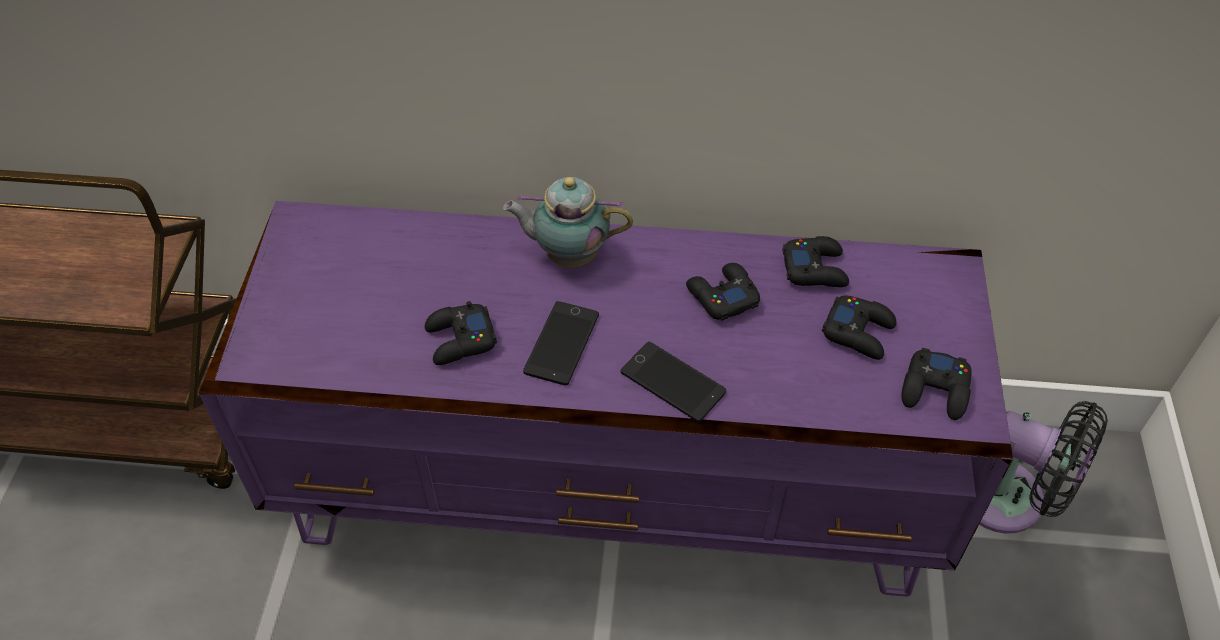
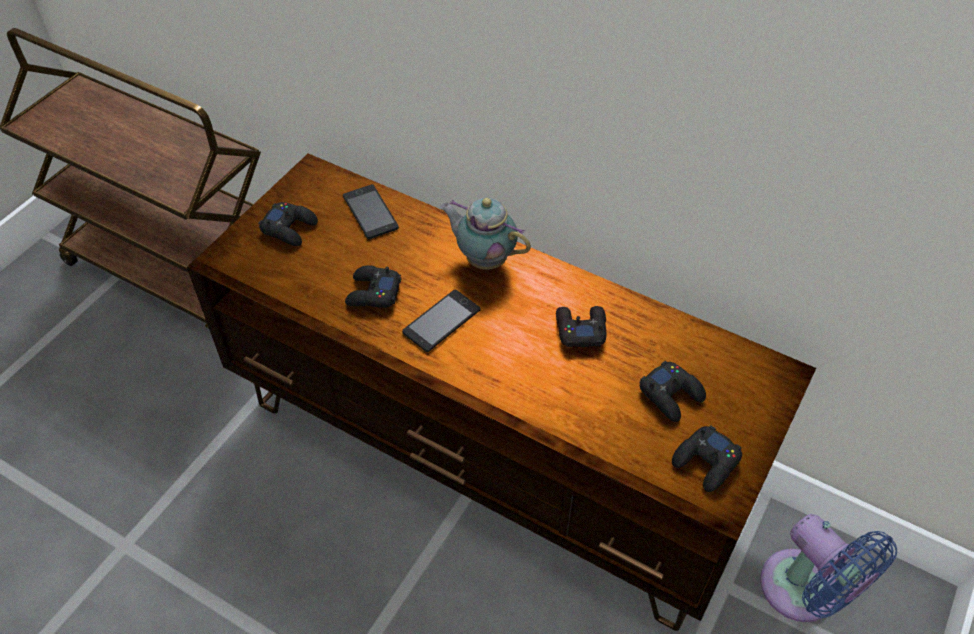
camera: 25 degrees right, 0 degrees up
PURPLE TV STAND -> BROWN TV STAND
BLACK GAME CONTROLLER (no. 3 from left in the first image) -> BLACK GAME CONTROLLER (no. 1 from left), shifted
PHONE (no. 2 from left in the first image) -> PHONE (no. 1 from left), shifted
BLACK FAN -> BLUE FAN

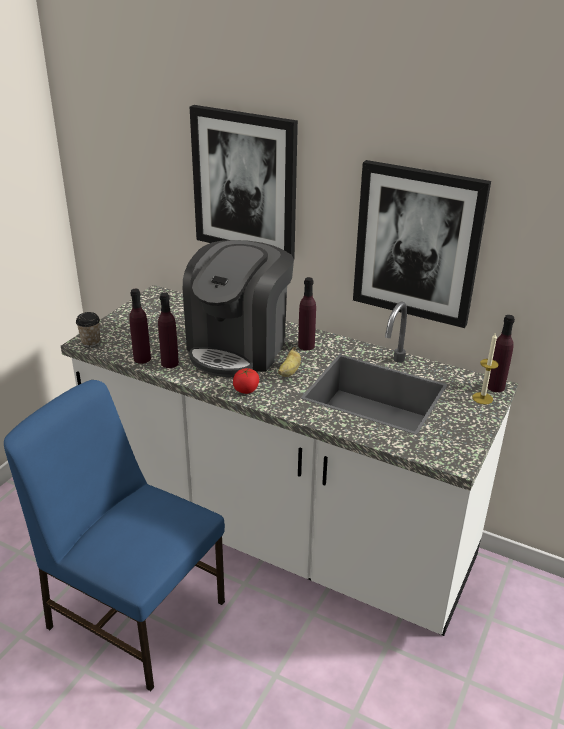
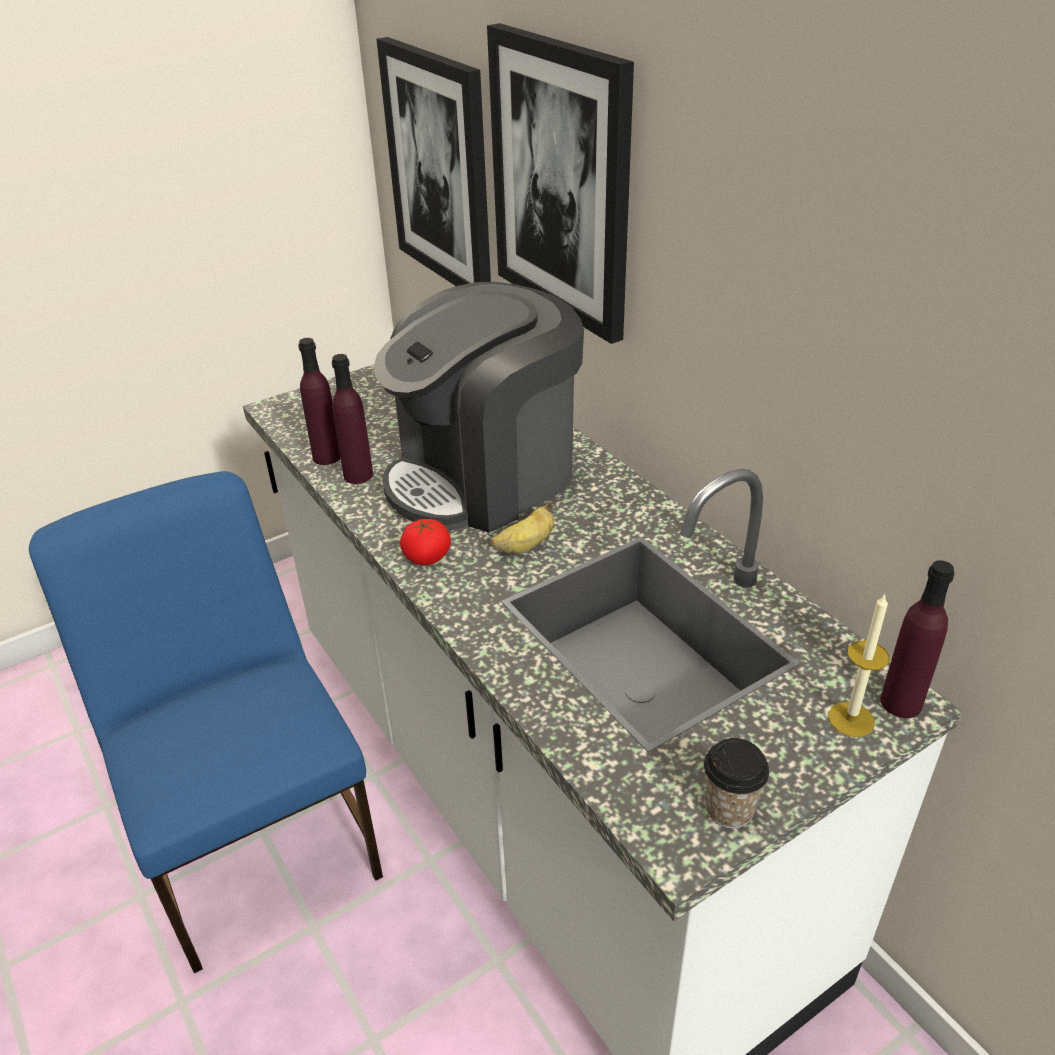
camera: 30 degrees right, 5 degrees up
PICTURE (no. 2 from left in the first image) -> PICTURE (no. 1 from left), shifted
CUP, shifted
PURPLE BOTTLE (no. 3 from left) -> none

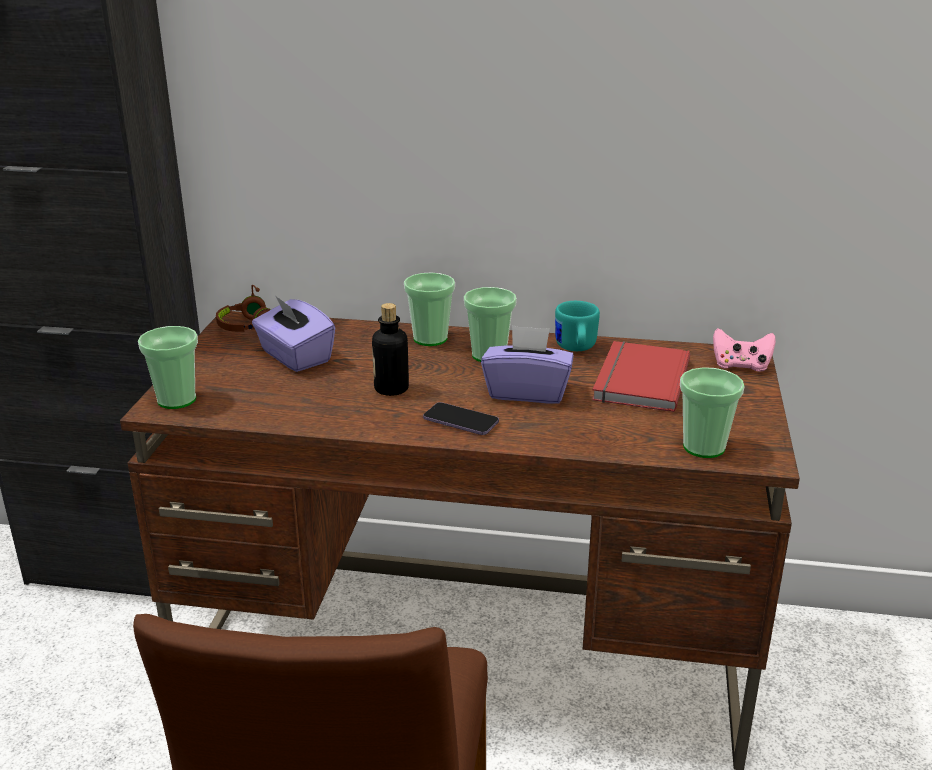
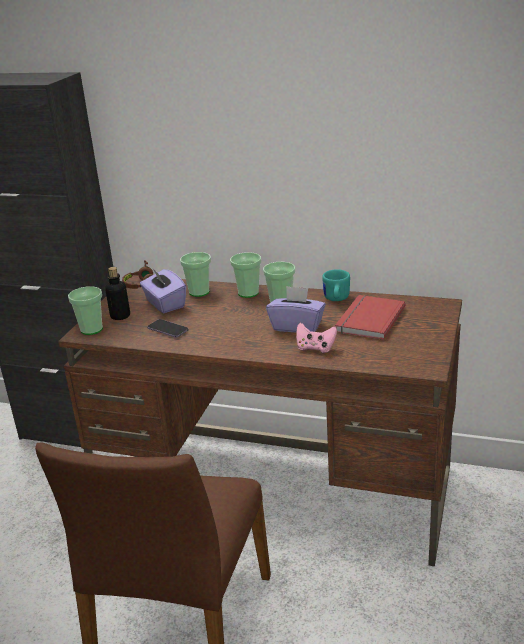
camera: 10 degrees right, 0 degrees up
BOTTLE, shifted
PHONE, shifted
CUP (no. 4 from left in the first image) -> CUP (no. 2 from left), shifted
PINK GAME CONTROLLER, shifted

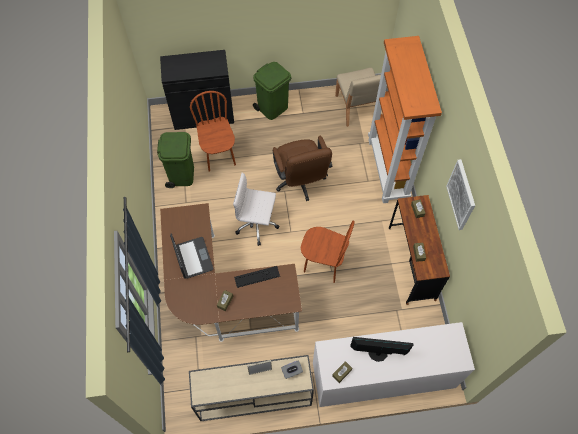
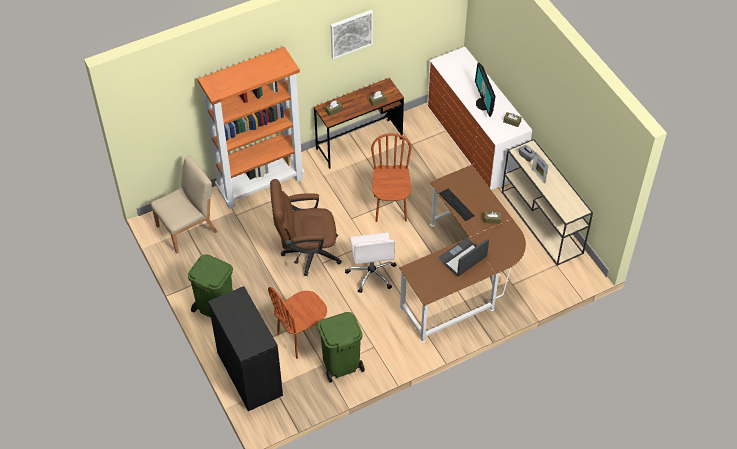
camera: 110 degrees left, 10 degrees down
BROWN OFFICE CHAIR, 150 degrees counterclockwise

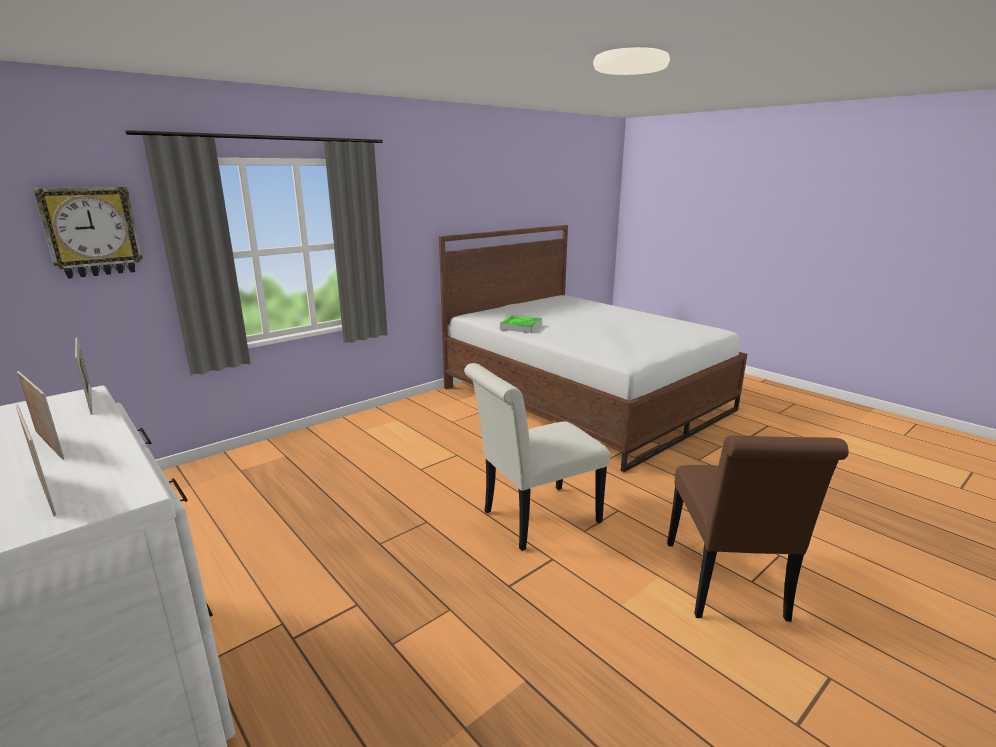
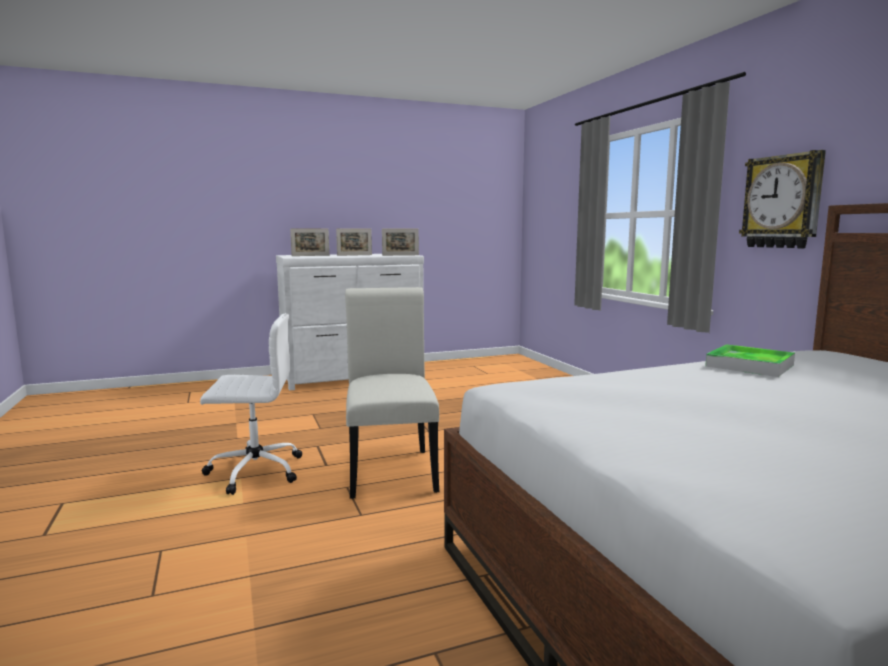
camera: 110 degrees right, 10 degrees down
none -> WHITE OFFICE CHAIR
WALL CLOCK, shifted
BROWN CHAIR -> none

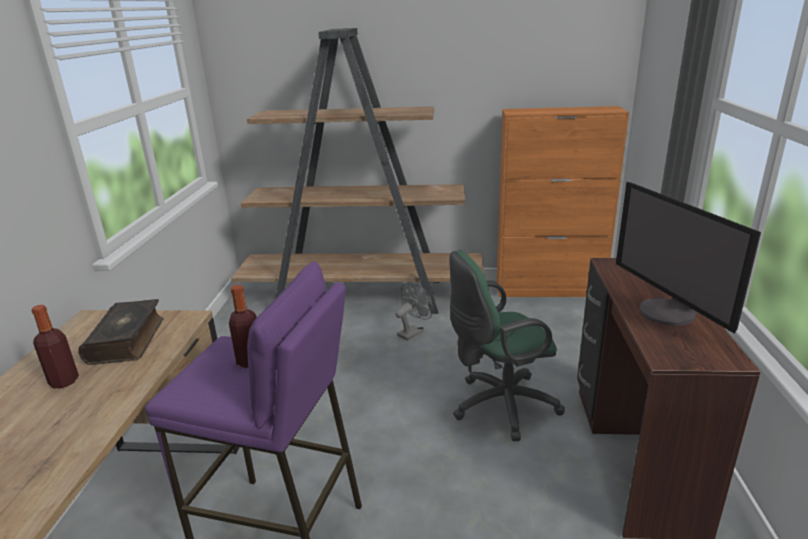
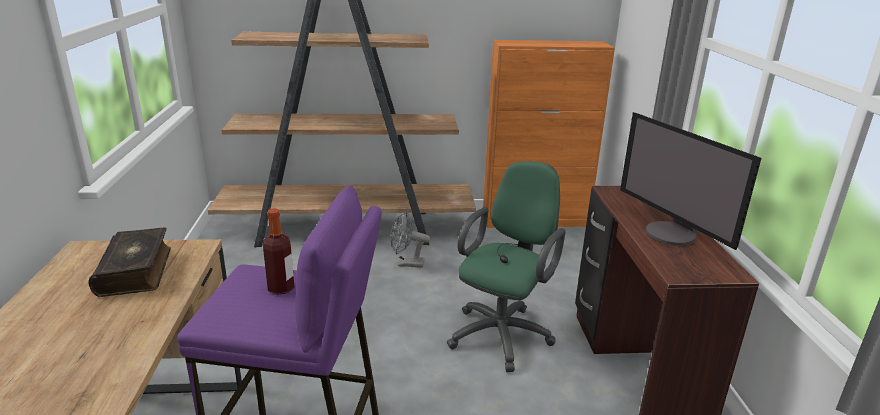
camera: 10 degrees left, 0 degrees up
GREY FAN, 120 degrees counterclockwise
GREEN OFFICE CHAIR, 150 degrees clockwise
BOTTLE (no. 1 from left) -> none

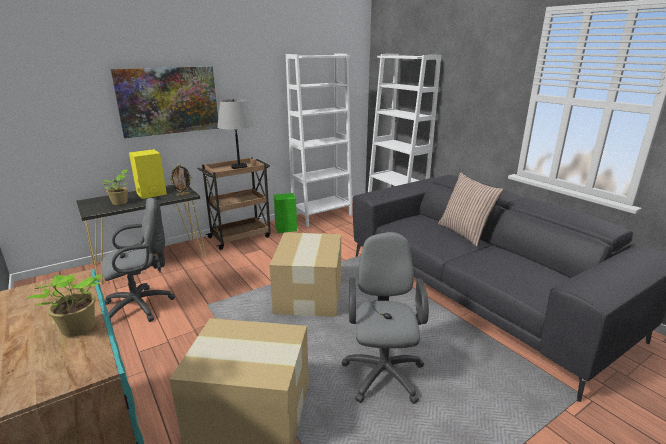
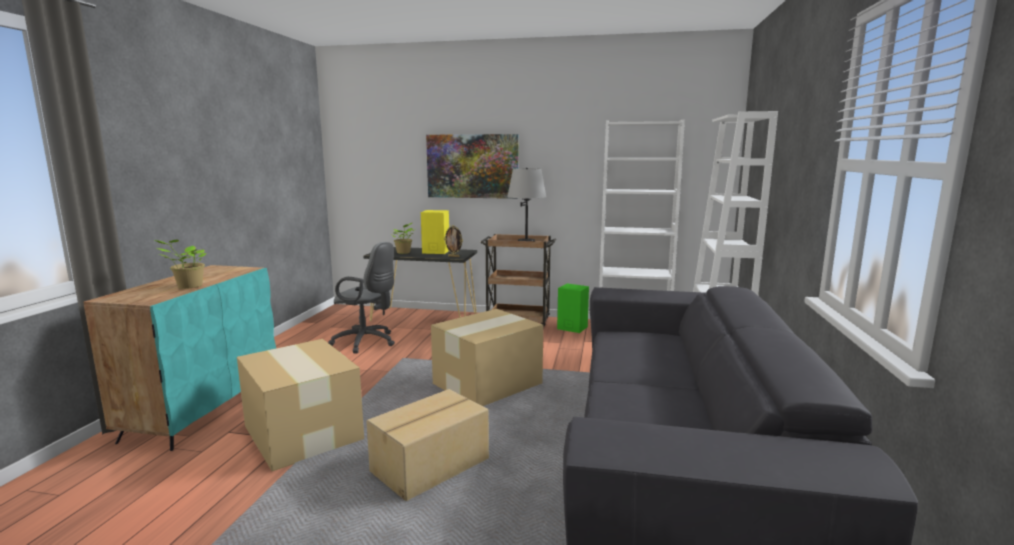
camera: 45 degrees right, 10 degrees down
GREY OFFICE CHAIR (no. 2 from left) -> CARDBOARD BOX (no. 2 from left)
PILLOW -> none

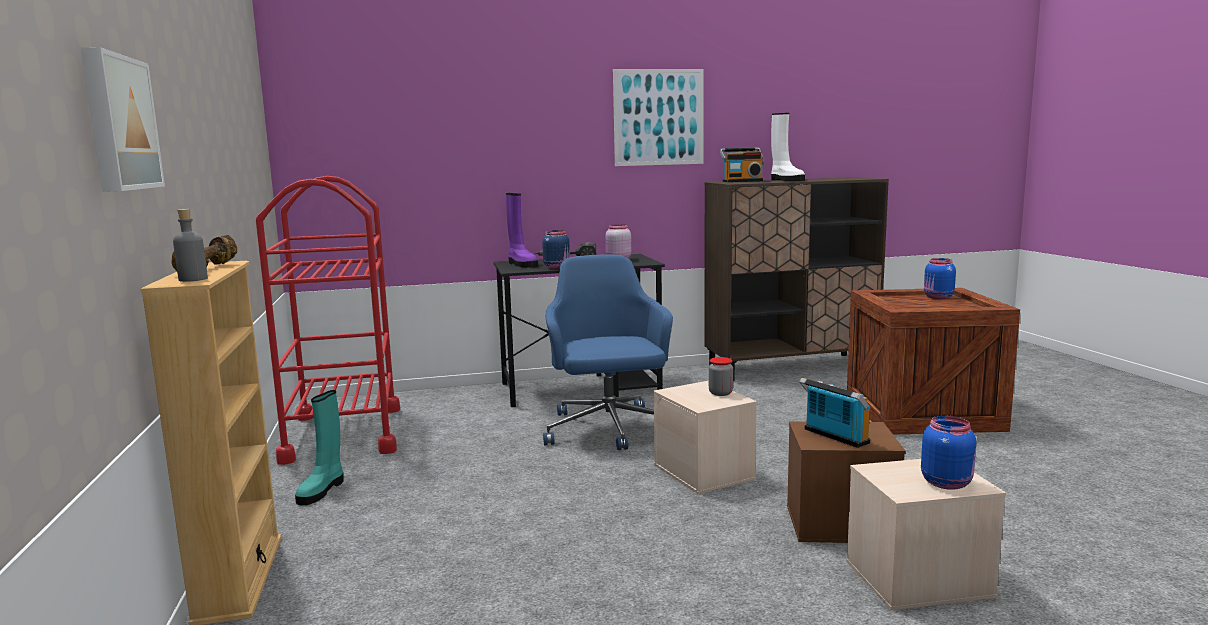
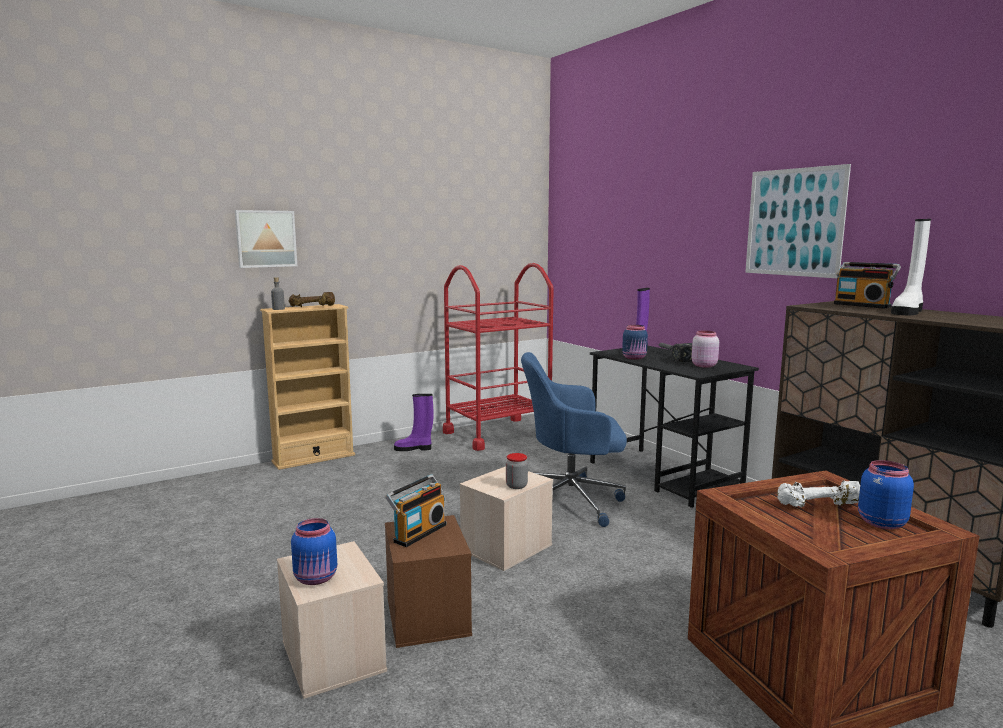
camera: 70 degrees right, 0 degrees up
TURQUOISE BOOT -> PURPLE BOOT (no. 1 from left)
BLUE OFFICE CHAIR, 150 degrees counterclockwise
none -> WHITE DUMBBELL

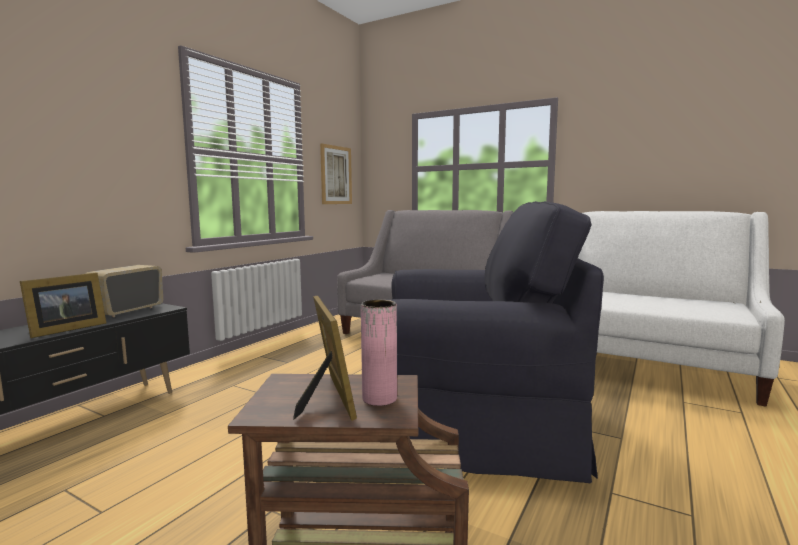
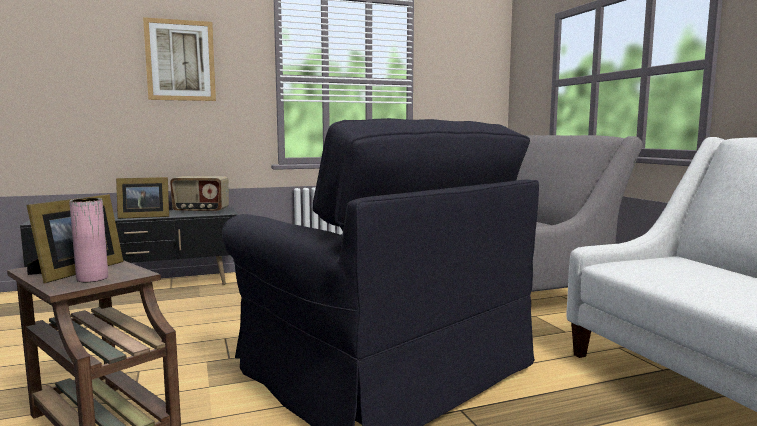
camera: 40 degrees right, 0 degrees up
PICTURE, shifted
RADIO, 150 degrees counterclockwise

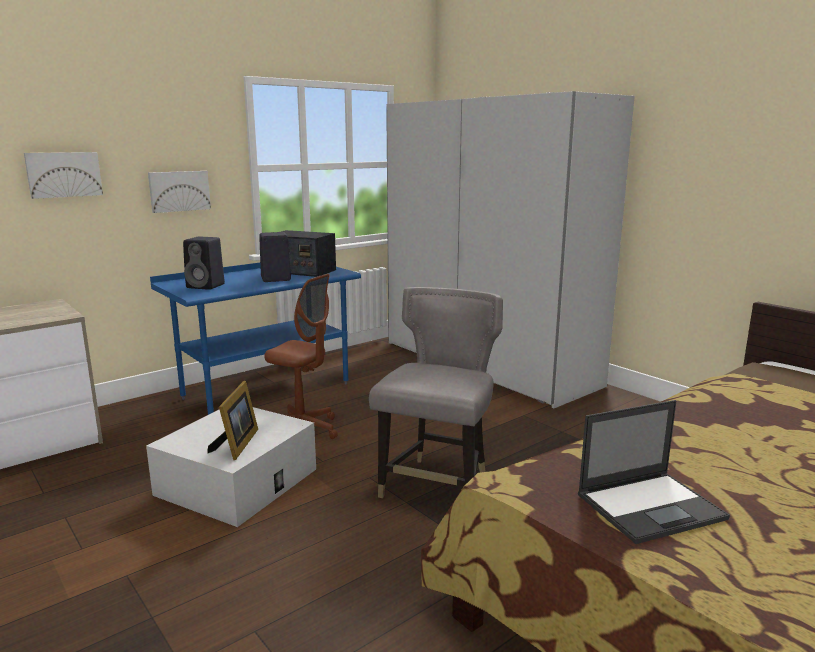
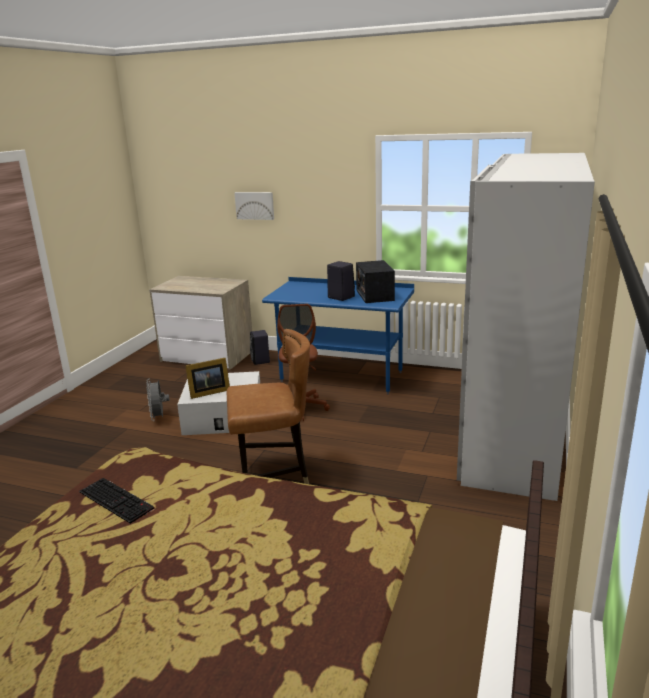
camera: 60 degrees right, 5 degrees up
LAPTOP -> KEYBOARD
none -> GREY FAN
GREY CHAIR -> BROWN CHAIR
BLACK SPEAKER (no. 1 from left), shifted
PICTURE (no. 2 from left) -> none

